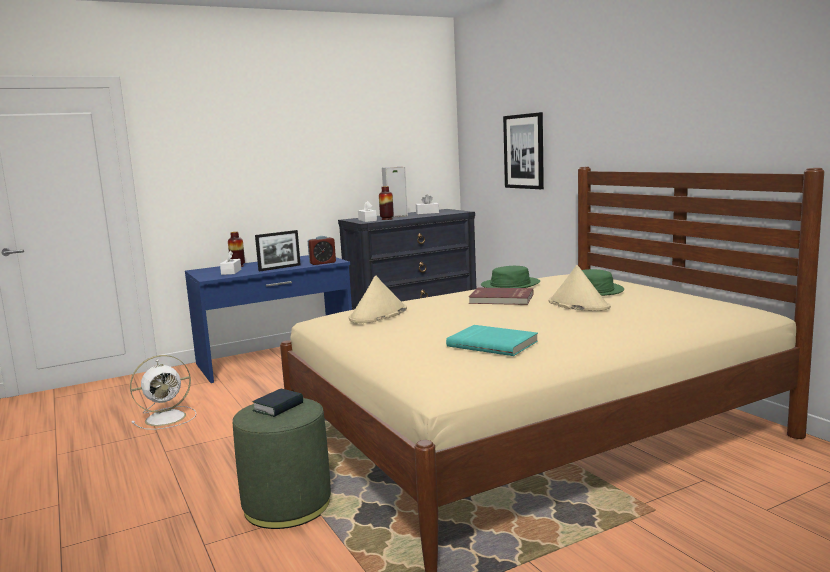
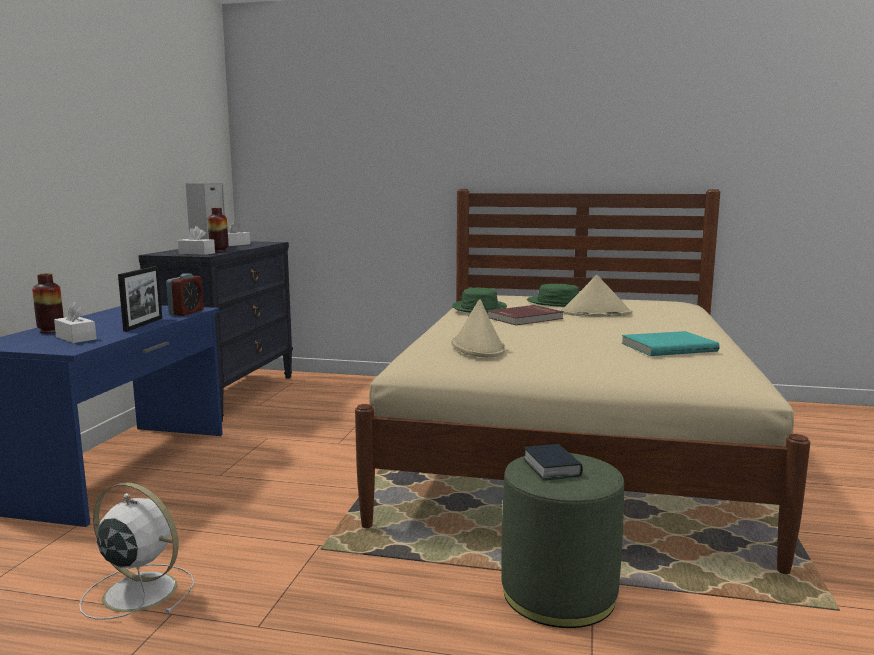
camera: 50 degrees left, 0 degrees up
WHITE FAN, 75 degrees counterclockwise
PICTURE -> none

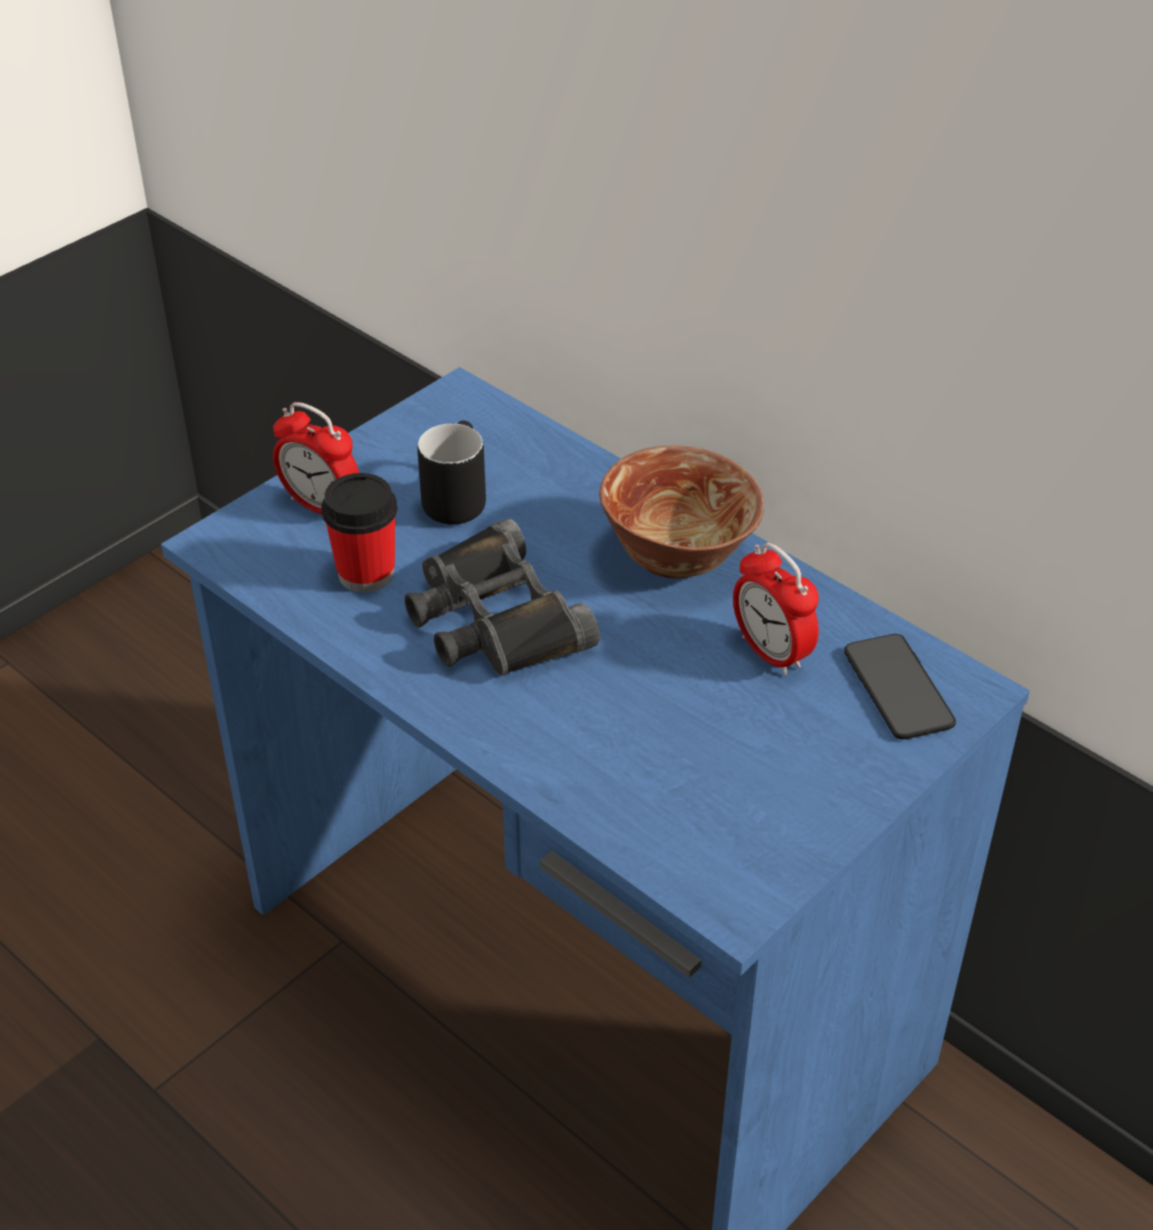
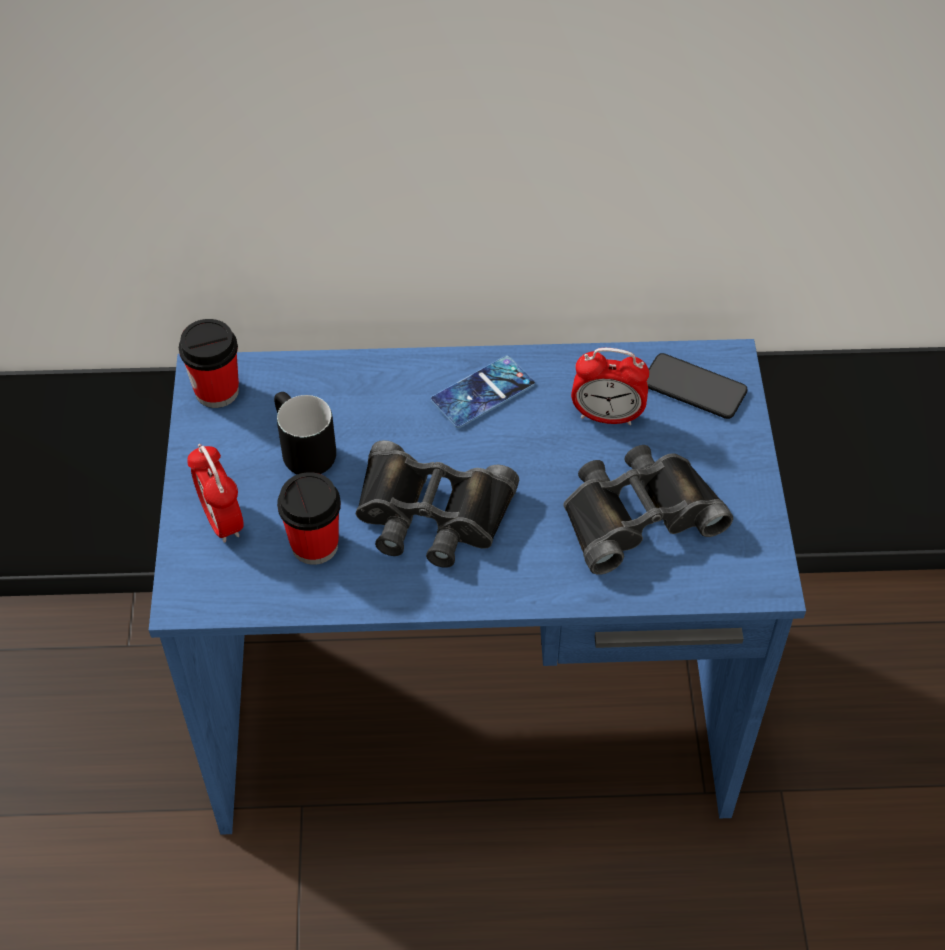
camera: 45 degrees left, 10 degrees up
none -> CUP (no. 1 from left)
ALARM CLOCK (no. 1 from left), 75 degrees clockwise
BOWL -> PHONE (no. 1 from left)
none -> BLACK BINOCULARS (no. 2 from left)

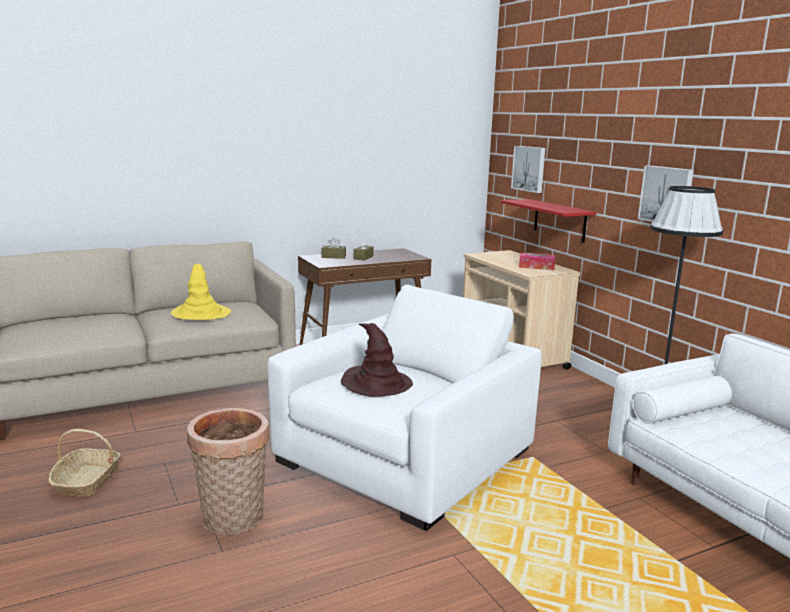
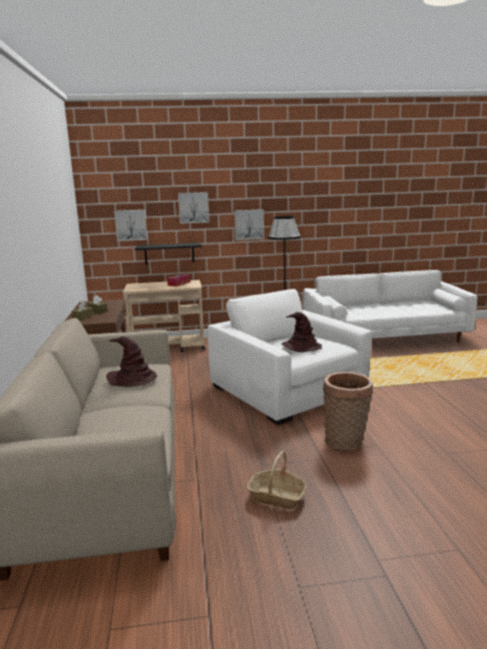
camera: 70 degrees left, 0 degrees up
YELLOW HAT -> BROWN HAT (no. 1 from left)
RED SHELF -> BLACK SHELF
none -> PICTURE (no. 2 from left)

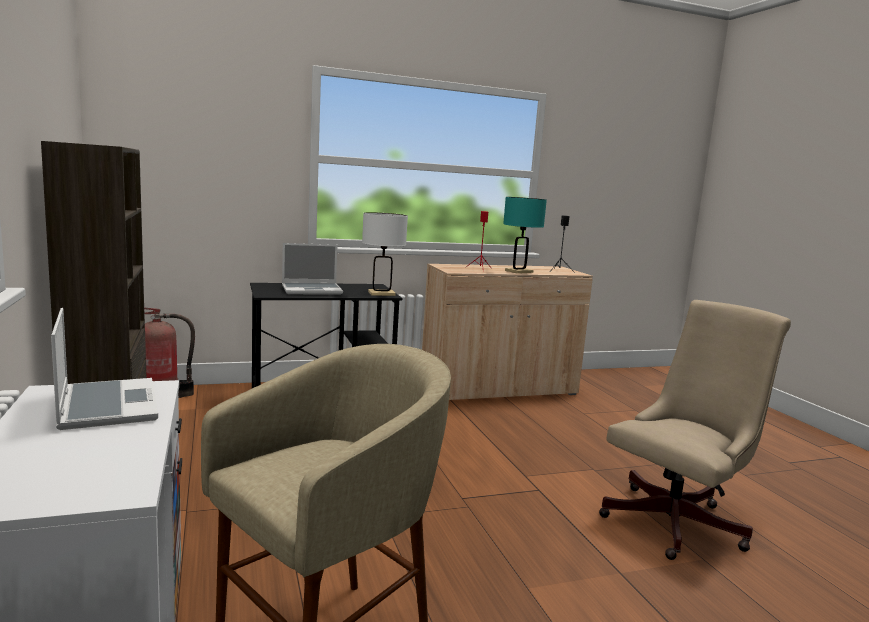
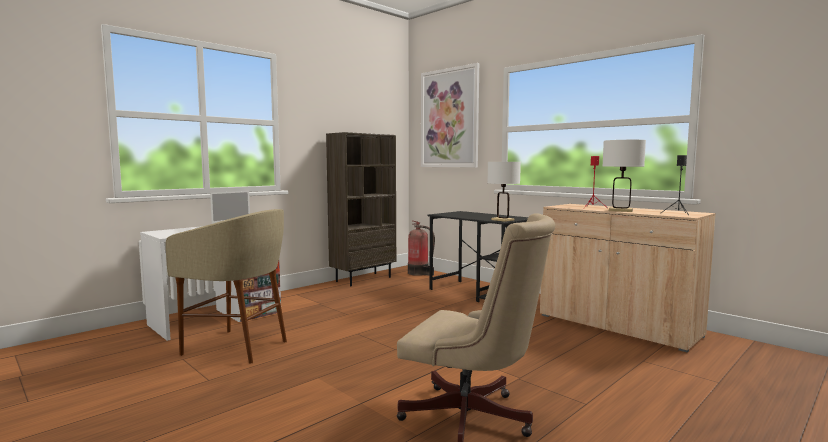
camera: 65 degrees right, 5 degrees down
none -> PICTURE
TURQUOISE TABLE LAMP -> WHITE TABLE LAMP (no. 2 from left)
LAPTOP (no. 2 from left) -> none

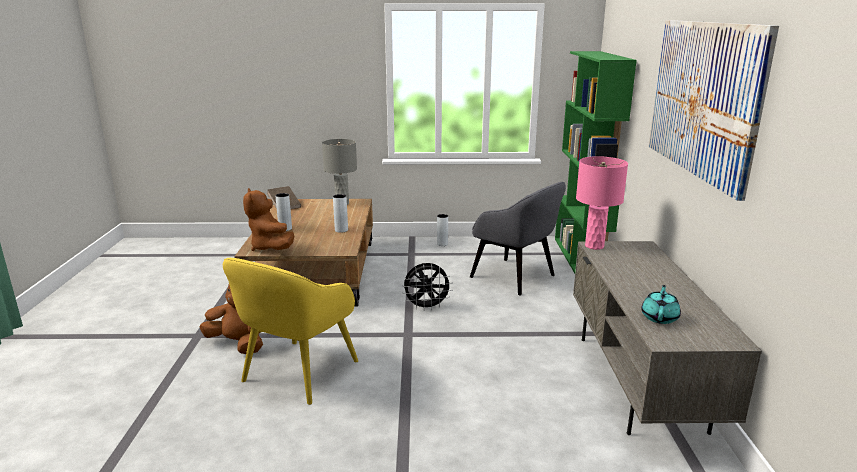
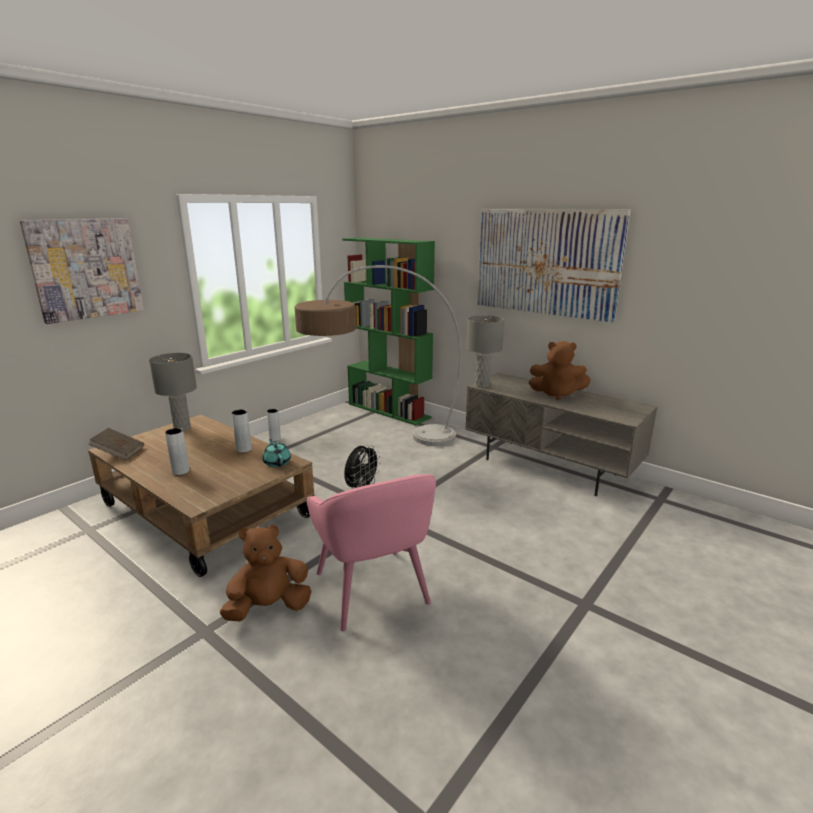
camera: 50 degrees left, 0 degrees up
none -> PICTURE (no. 1 from left)
TURQUOISE TEAPOT, shifted
GREY ARMCHAIR -> FLOOR LAMP
YELLOW ARMCHAIR -> PINK ARMCHAIR
PINK TABLE LAMP -> GREY TABLE LAMP (no. 2 from left)
BROWN PLUSH TOY (no. 2 from left), shifted

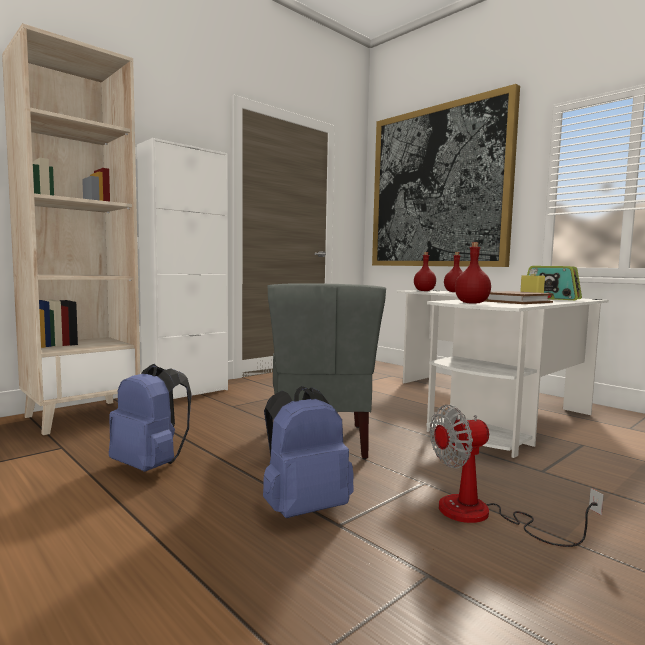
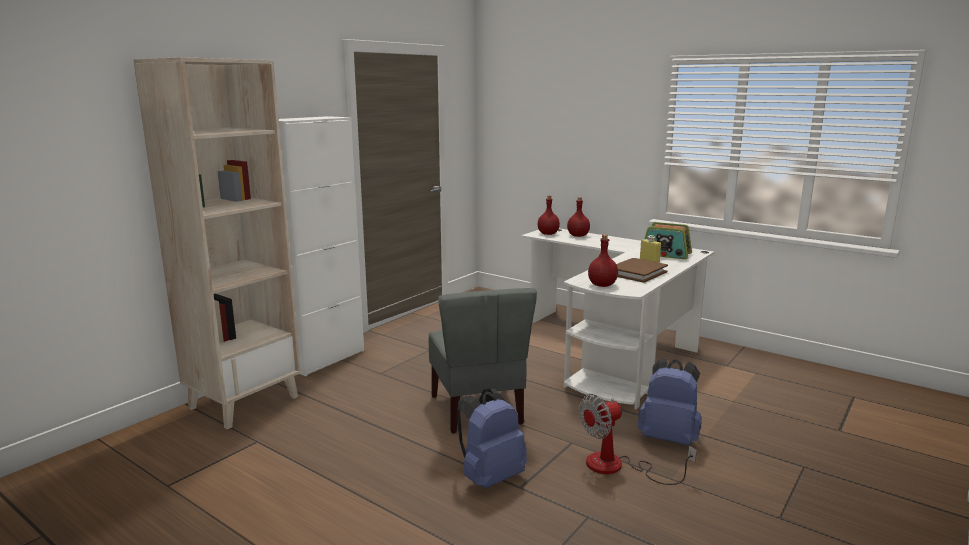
camera: 10 degrees left, 10 degrees up
BLUE BACKPACK (no. 1 from left in the first image) -> BLUE BACKPACK (no. 2 from left), shifted
PICTURE -> none

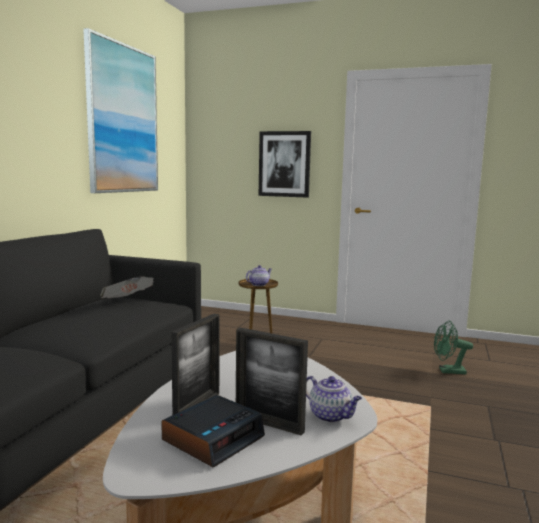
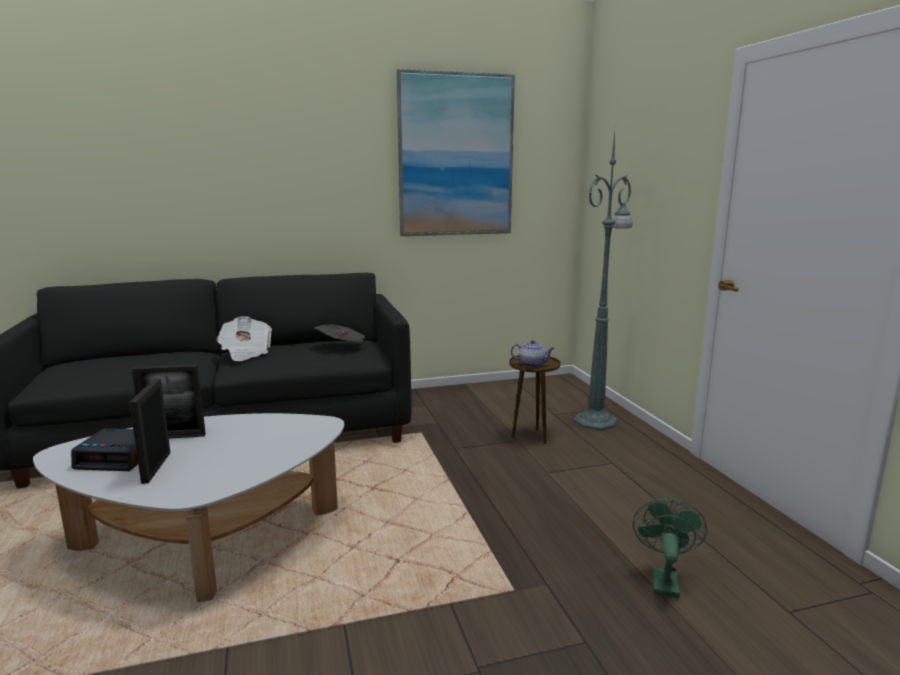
camera: 55 degrees right, 5 degrees up
none -> NEWSPAPER (no. 1 from left)
none -> GREEN FLOOR LAMP
GREEN FAN, 45 degrees clockwise
PICTURE (no. 2 from left) -> none
TEAPOT (no. 2 from left) -> none

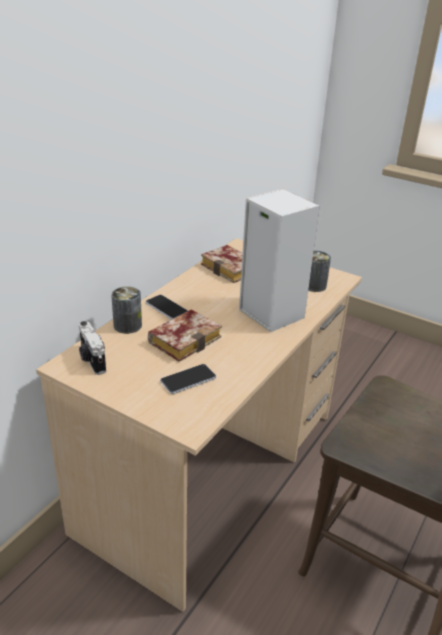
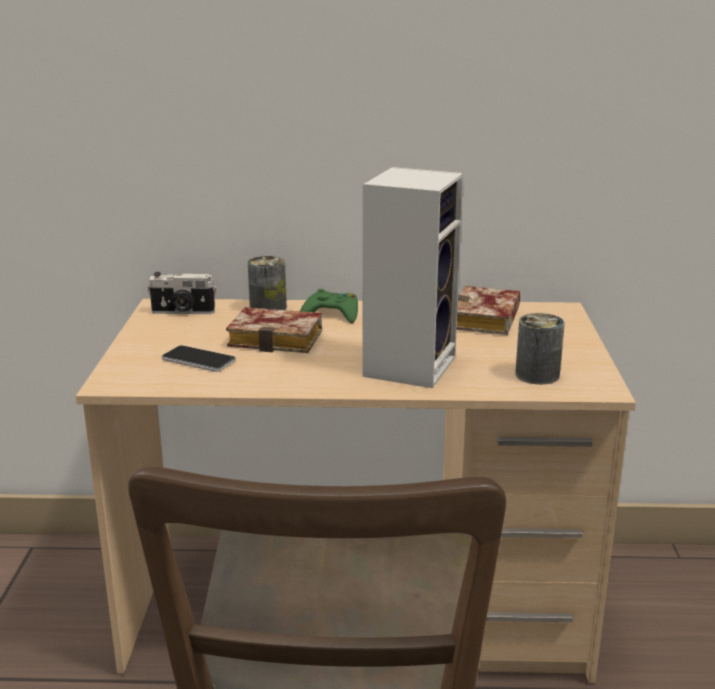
camera: 60 degrees right, 10 degrees down
PHOTO CAMERA, 120 degrees counterclockwise
PHONE (no. 1 from left) -> GREEN GAME CONTROLLER

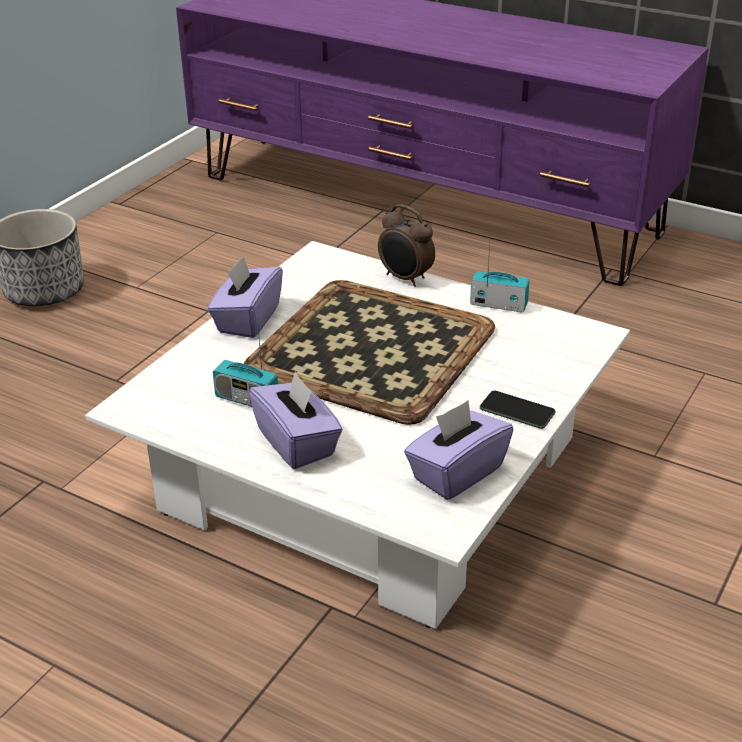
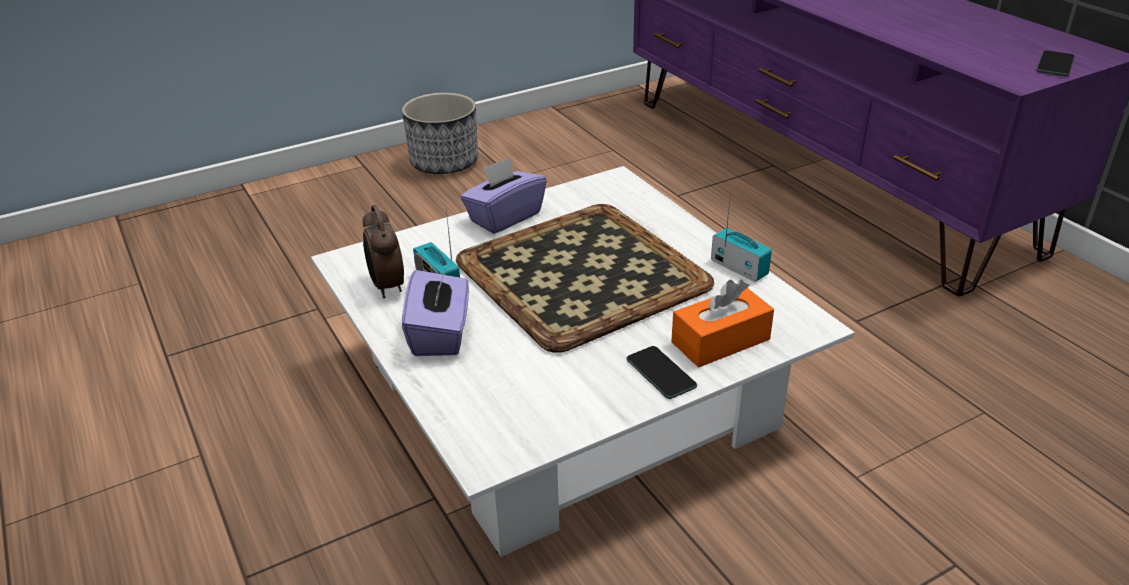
camera: 30 degrees right, 0 degrees up
ALARM CLOCK, shifted
none -> ORANGE TISSUE BOX
none -> PHONE (no. 2 from left)
PURPLE TISSUE BOX (no. 3 from left) -> none

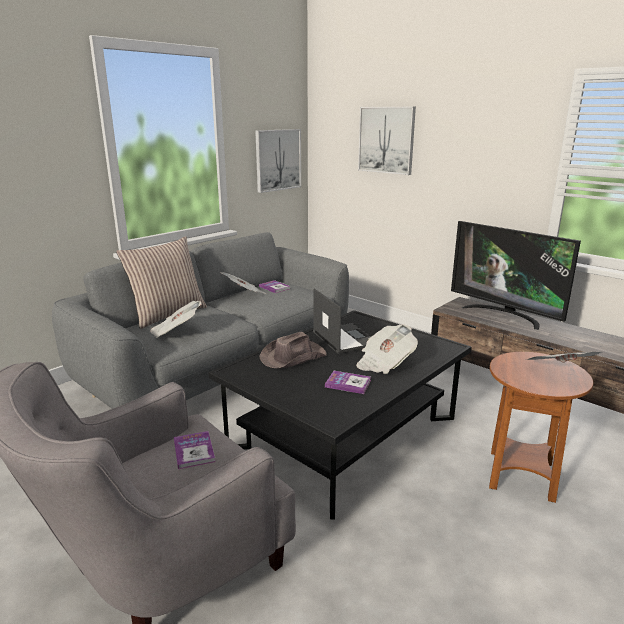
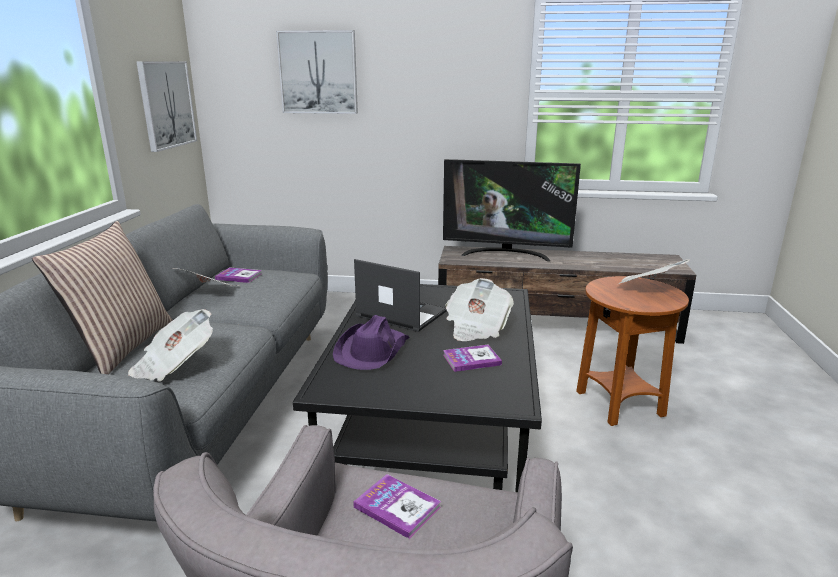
camera: 35 degrees left, 0 degrees up
BROWN HAT -> PURPLE HAT

